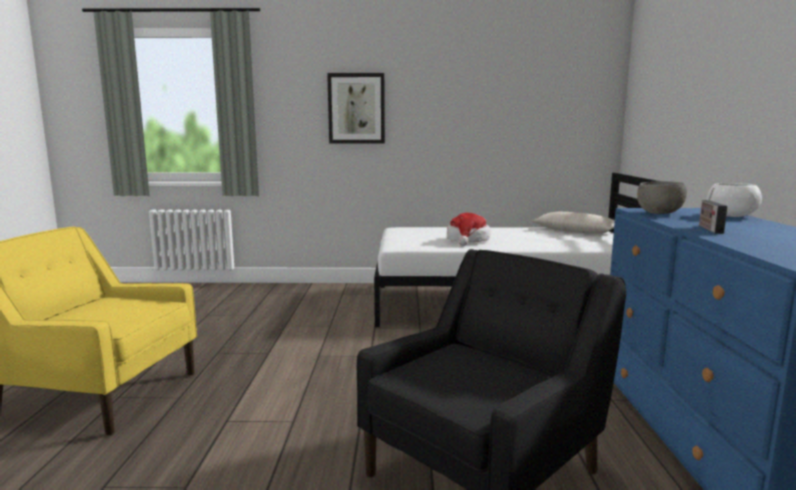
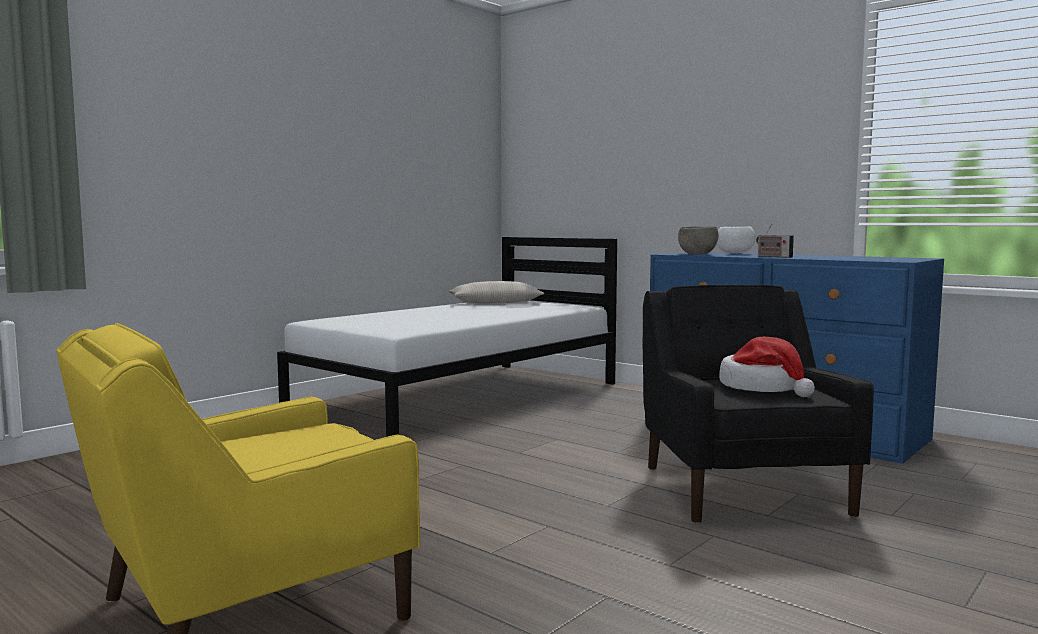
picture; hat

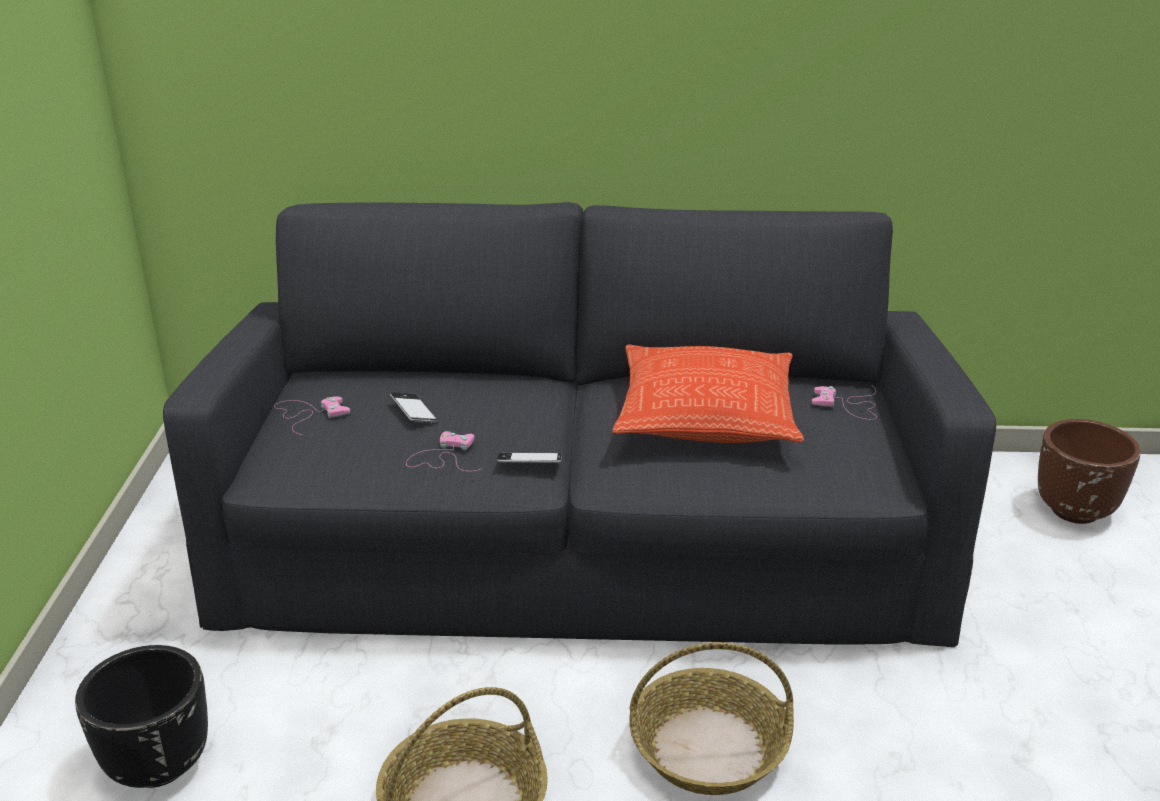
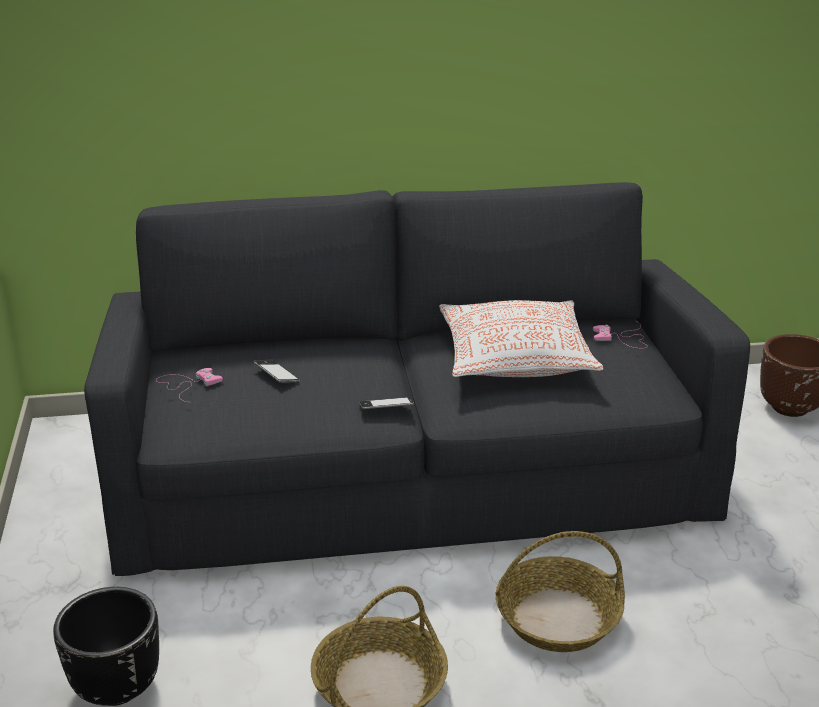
pink game controller (no. 2 from left in the first image); white pillow

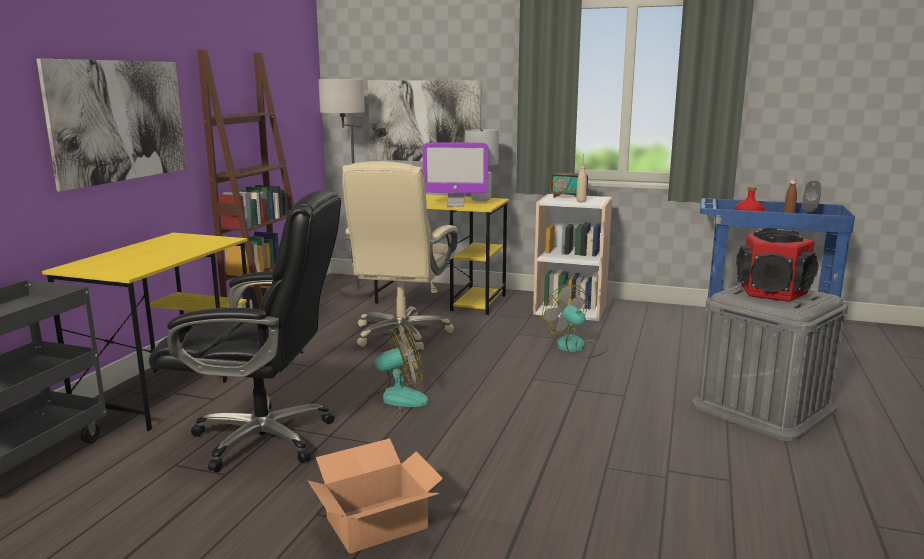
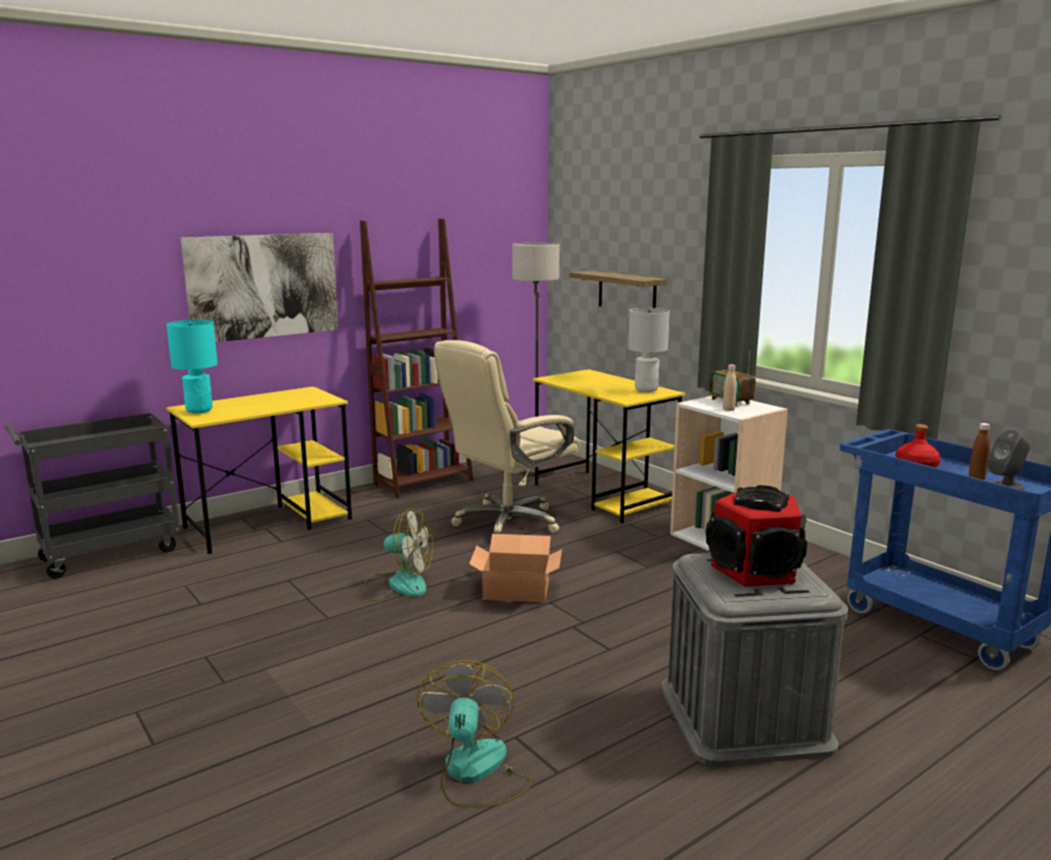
black office chair; cardboard box; shelf; monitor; fan (no. 2 from left); turquoise table lamp

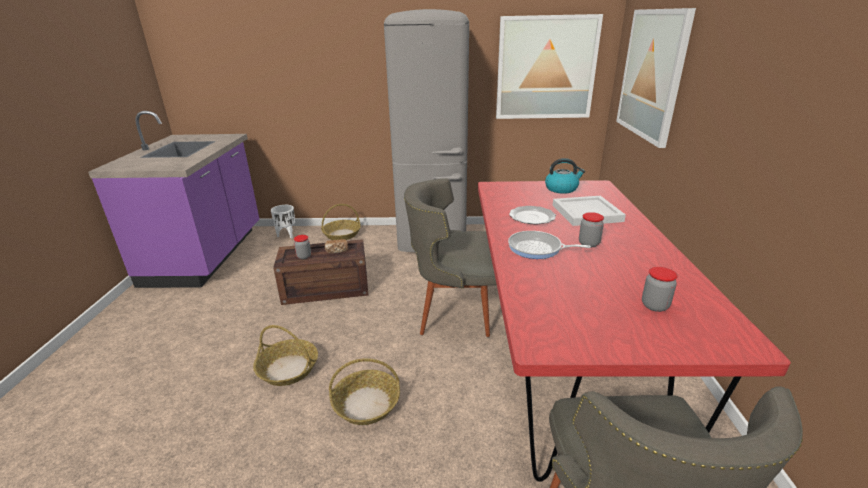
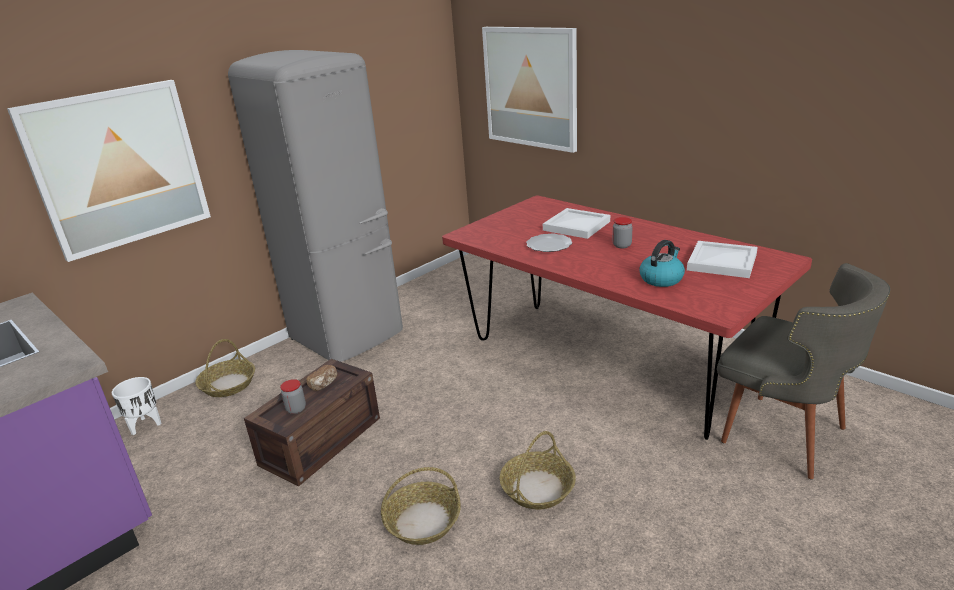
grey chair (no. 1 from left in the first image); picture (no. 1 from left); frying pan; kettle; white tray (no. 2 from left)

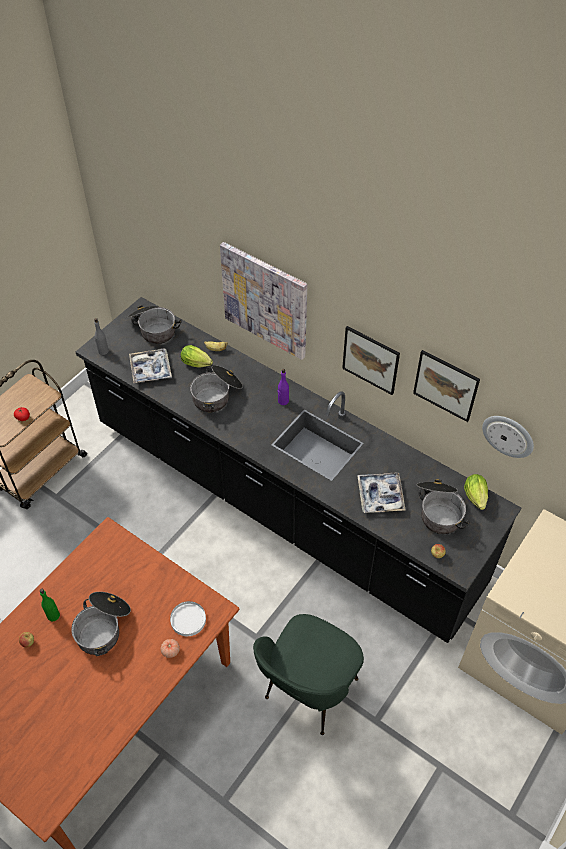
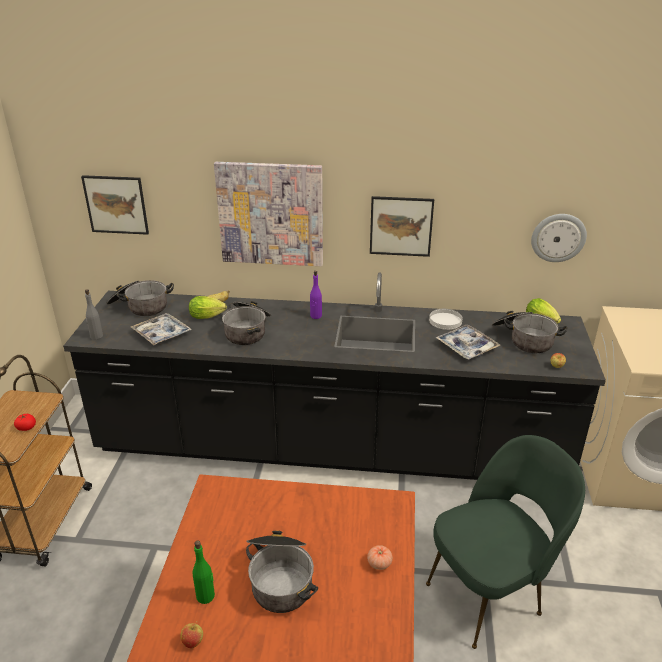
white plate; green chair; picture (no. 1 from left)

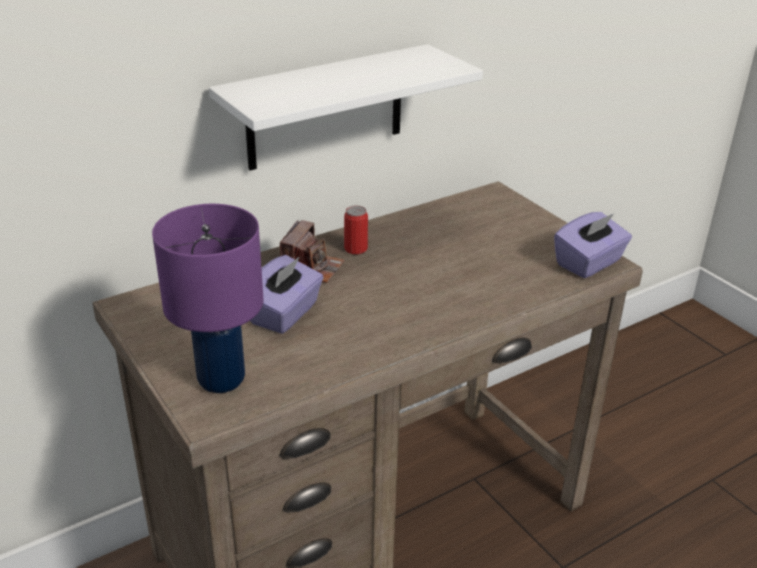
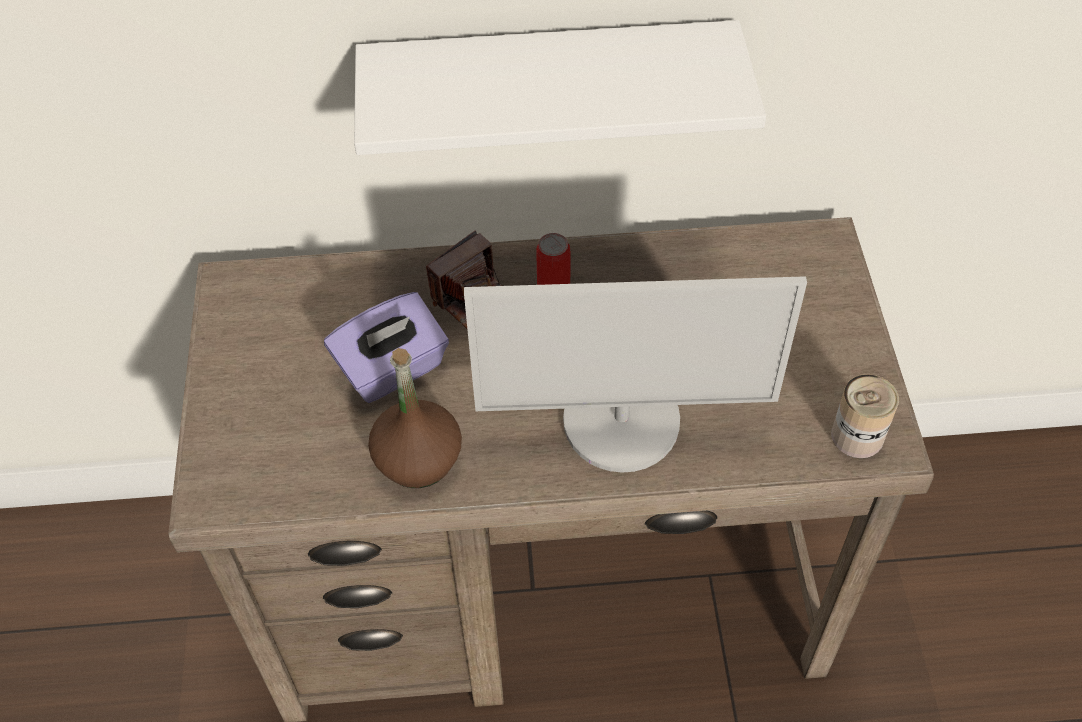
purple table lamp; can (no. 2 from left); brown bottle; monitor

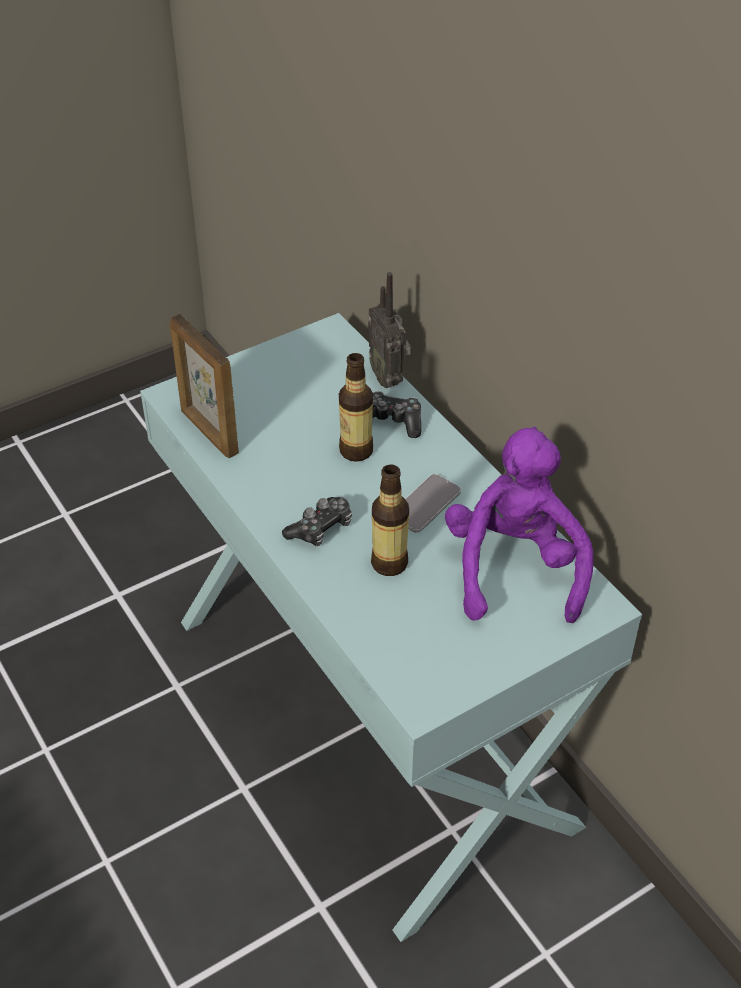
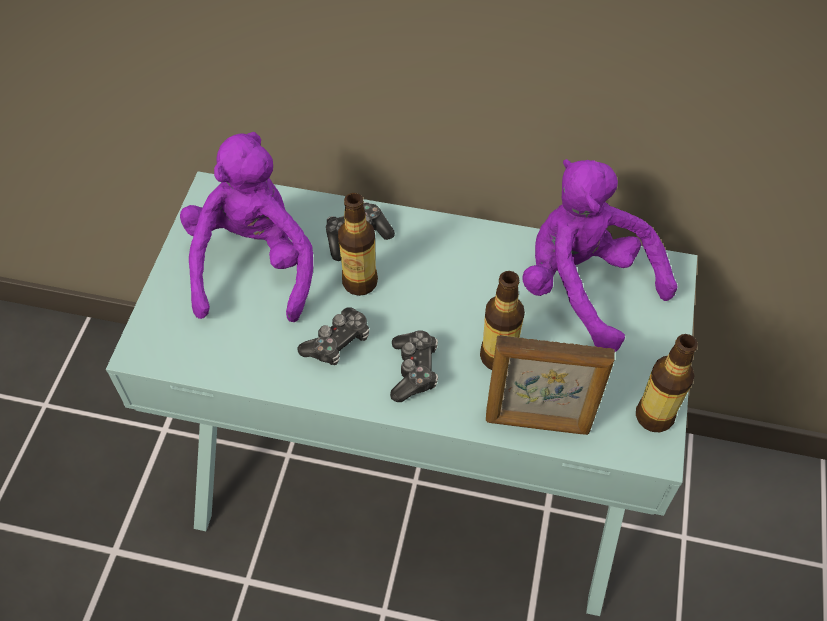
picture frame; radio; phone; purple plush toy (no. 1 from left); game controller (no. 1 from left); bottle (no. 3 from left)

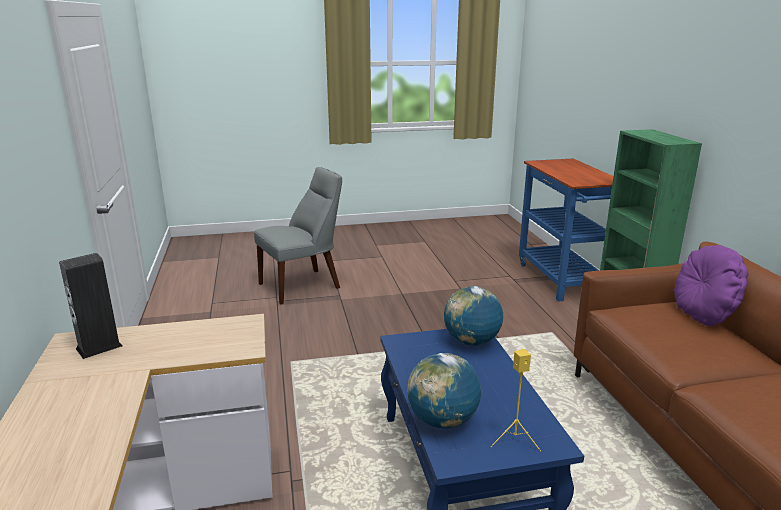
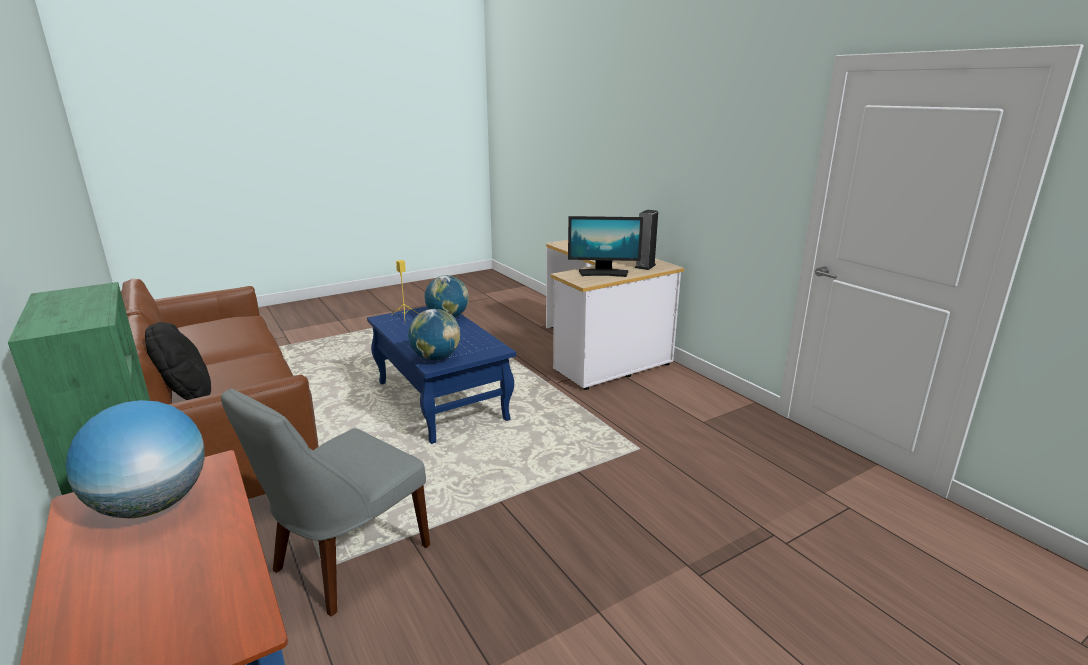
grey chair; black pillow; globe (no. 1 from left); monitor

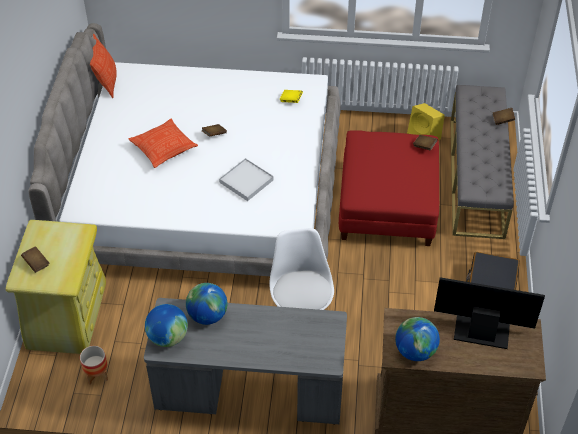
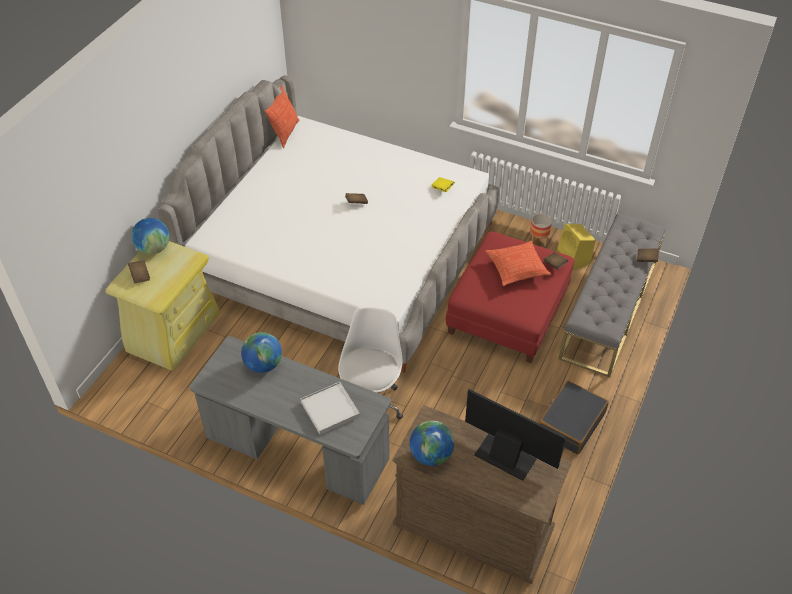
planter; orange pillow (no. 2 from left); globe (no. 1 from left); white tray

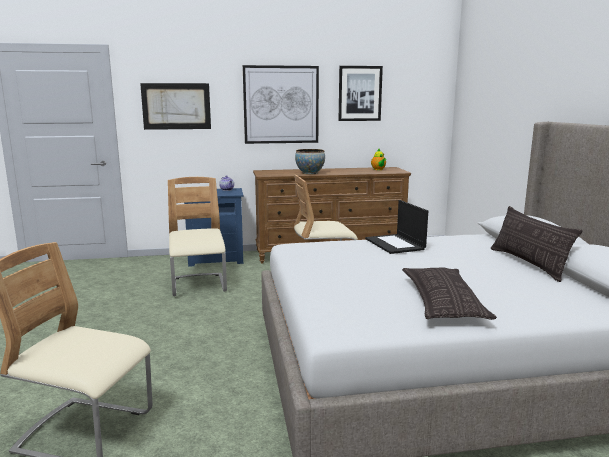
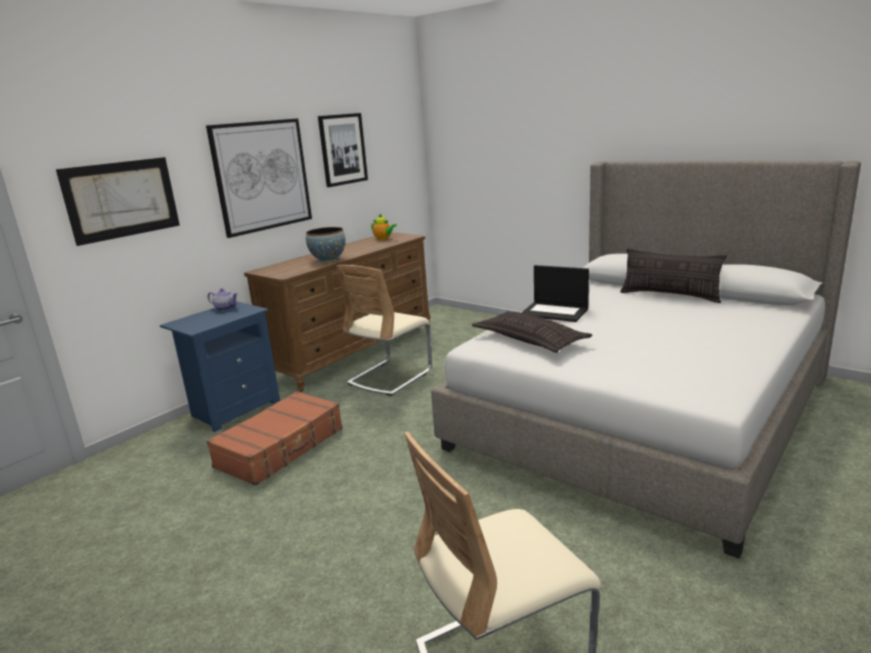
brown suitcase; pillow (no. 1 from left)

